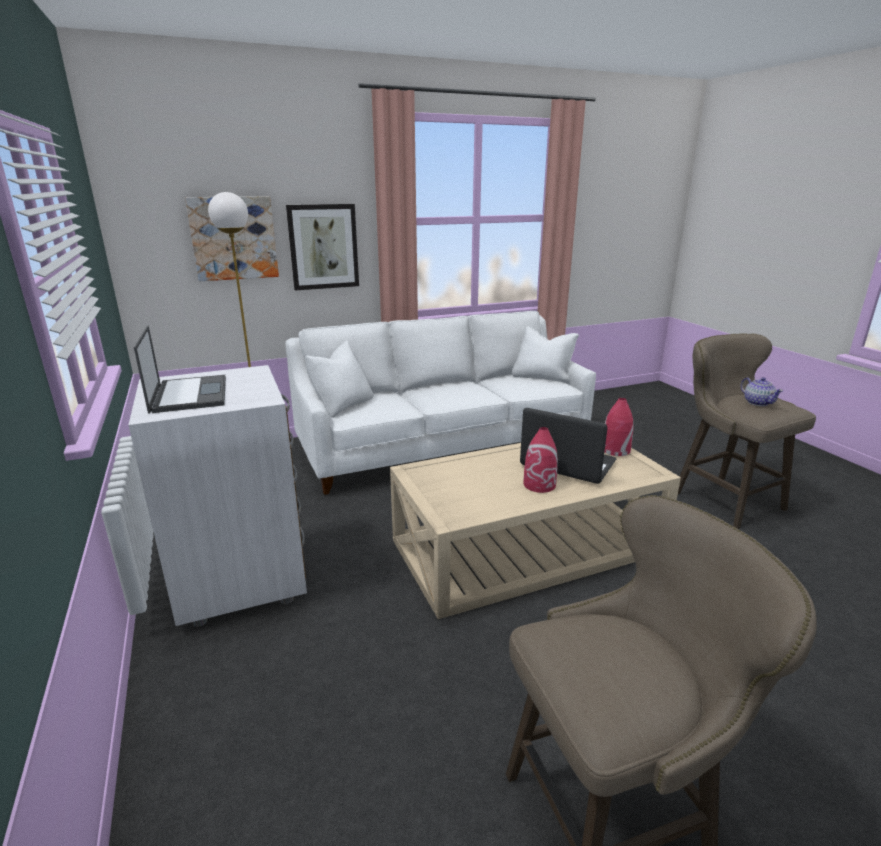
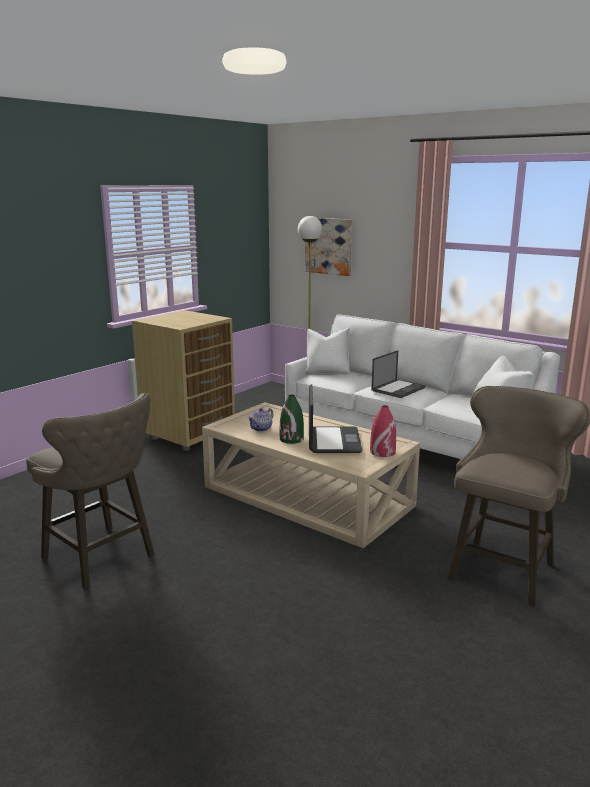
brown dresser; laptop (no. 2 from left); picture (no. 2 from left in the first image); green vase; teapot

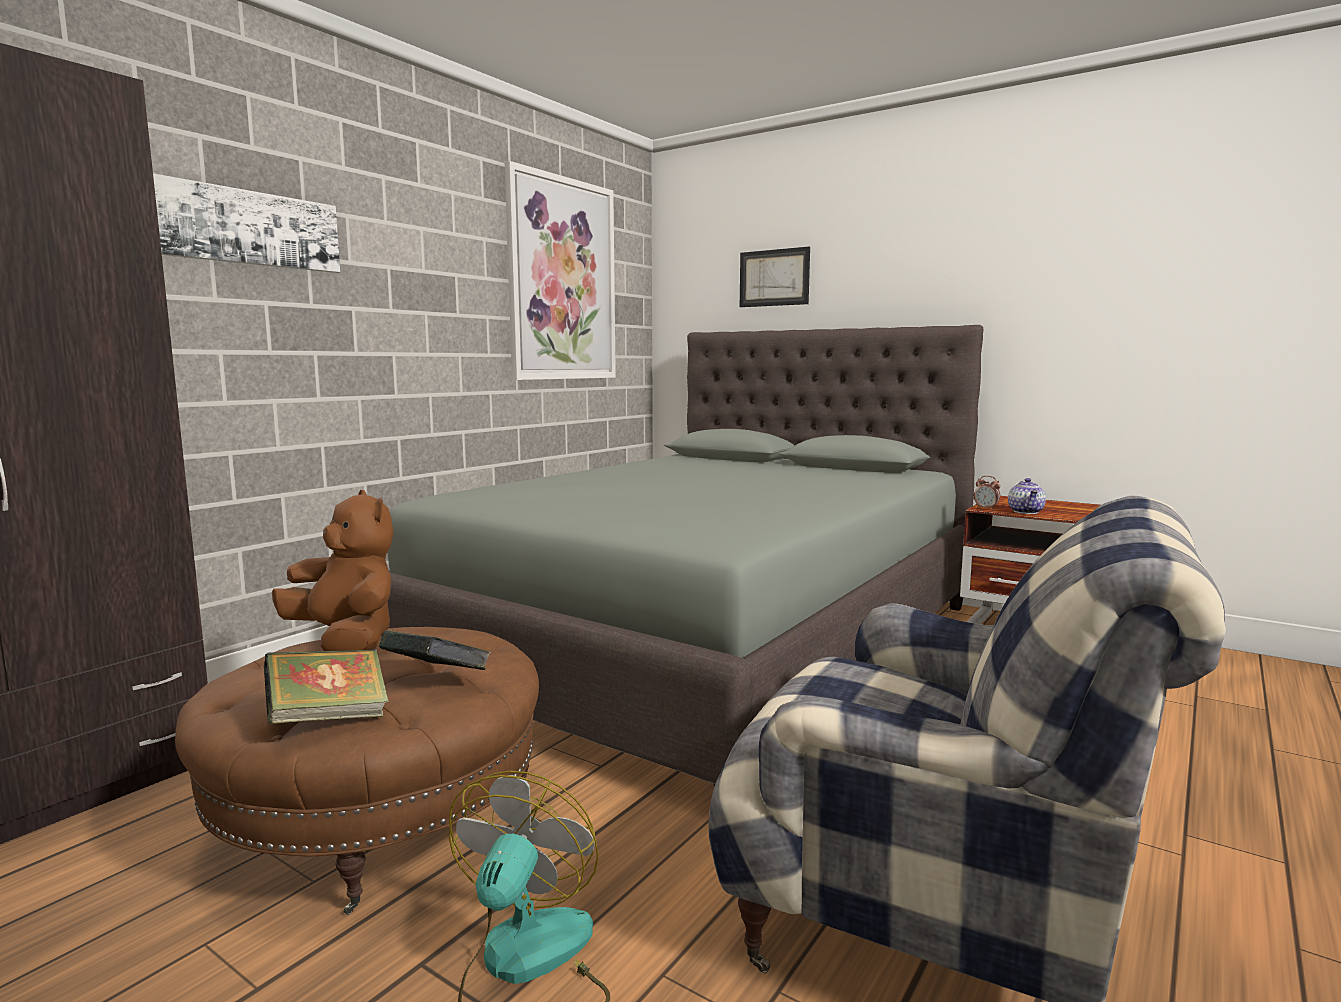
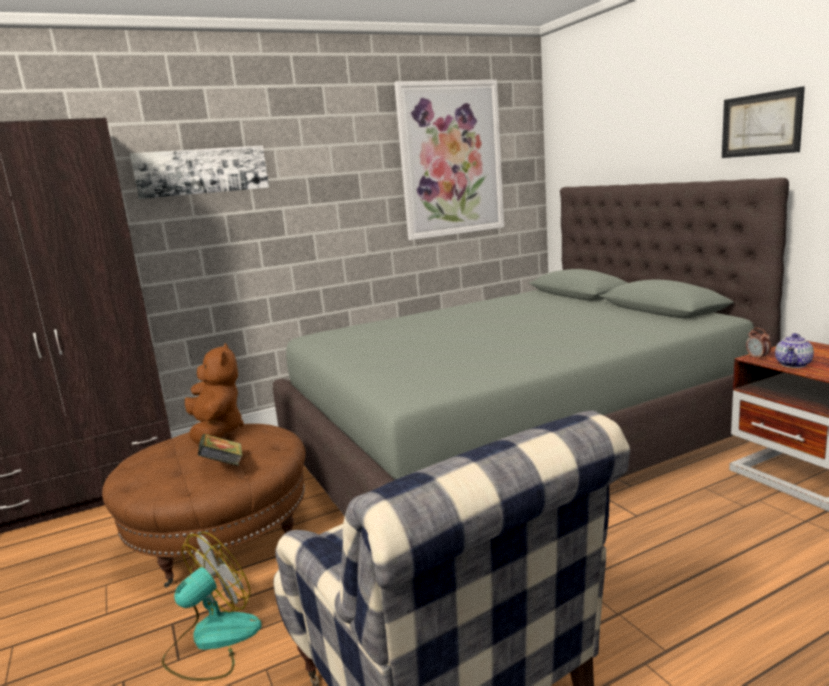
book (no. 1 from left in the first image); picture (no. 3 from left)

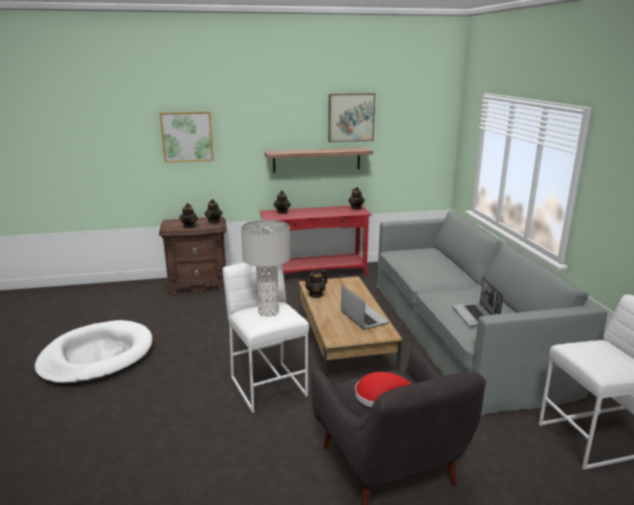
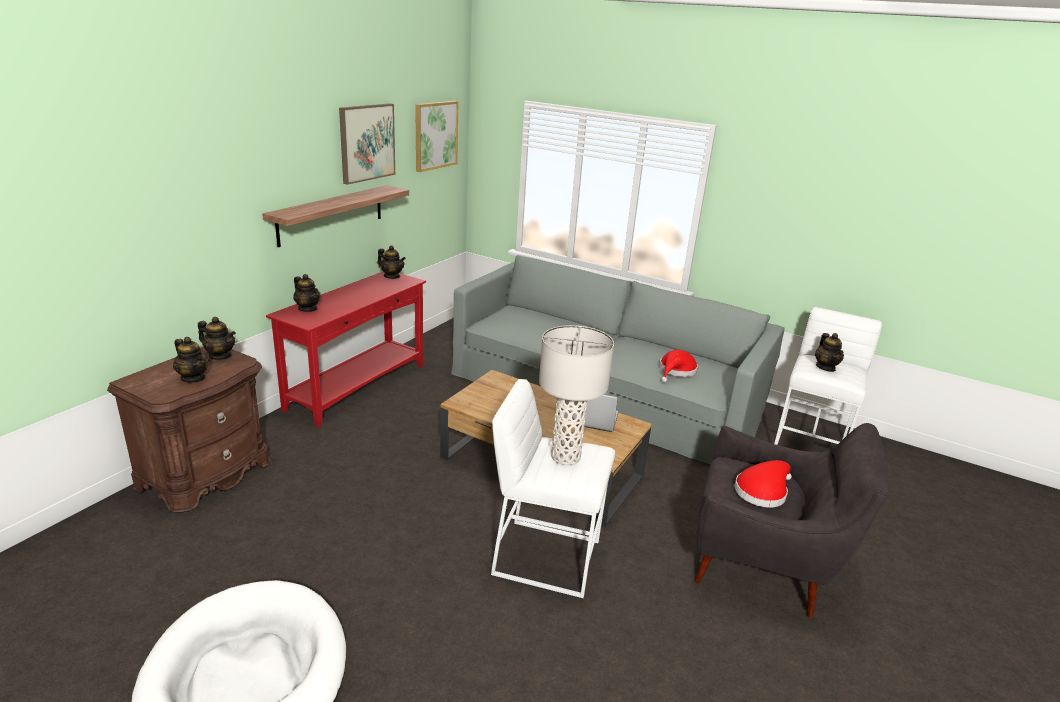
picture (no. 2 from left); teapot (no. 5 from left); red hat (no. 1 from left)

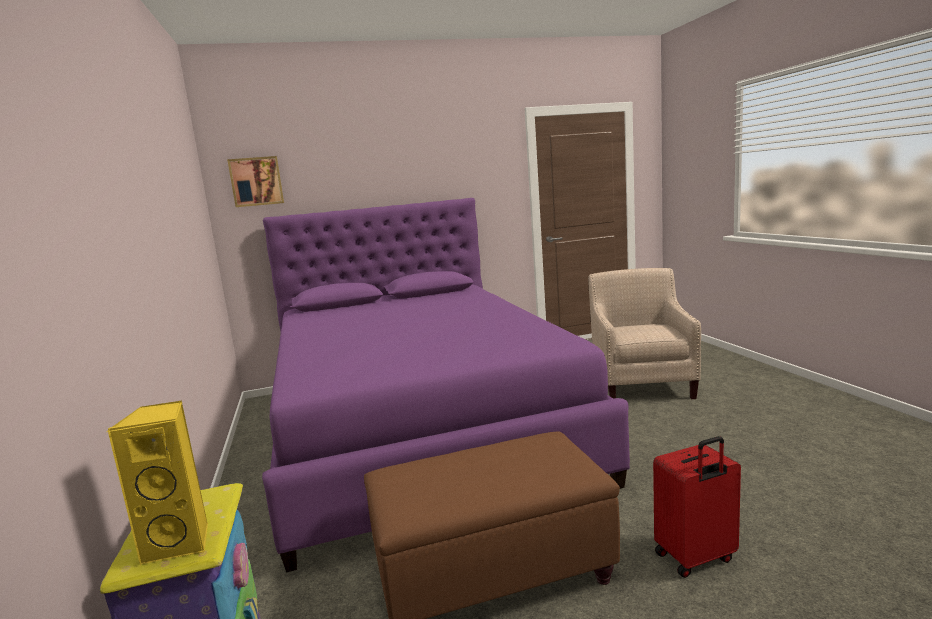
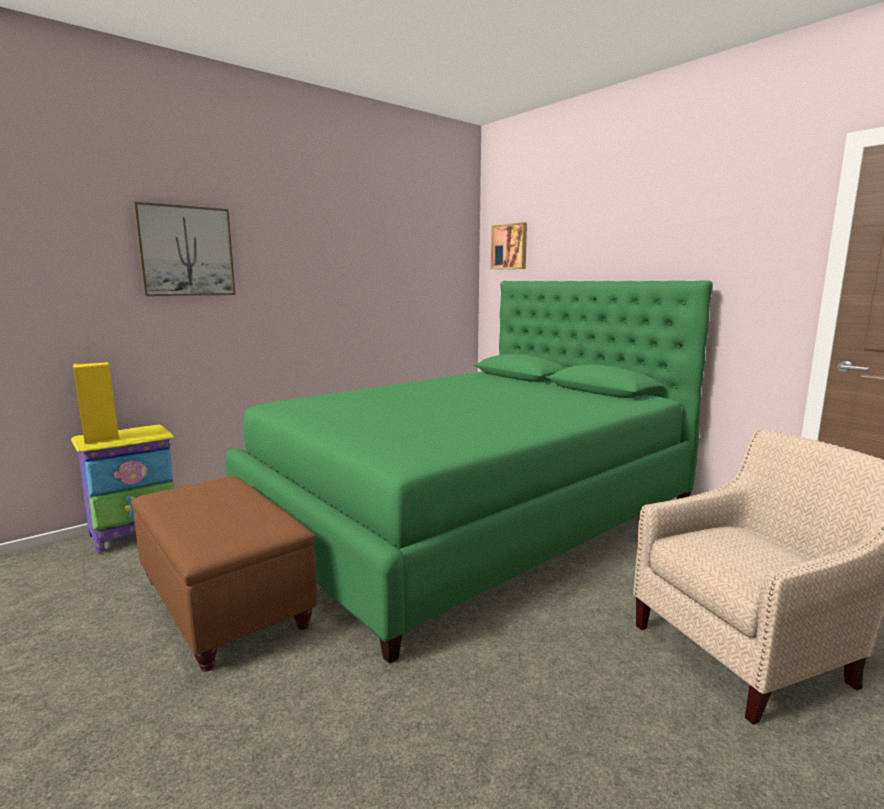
green bed; red suitcase; picture (no. 1 from left)

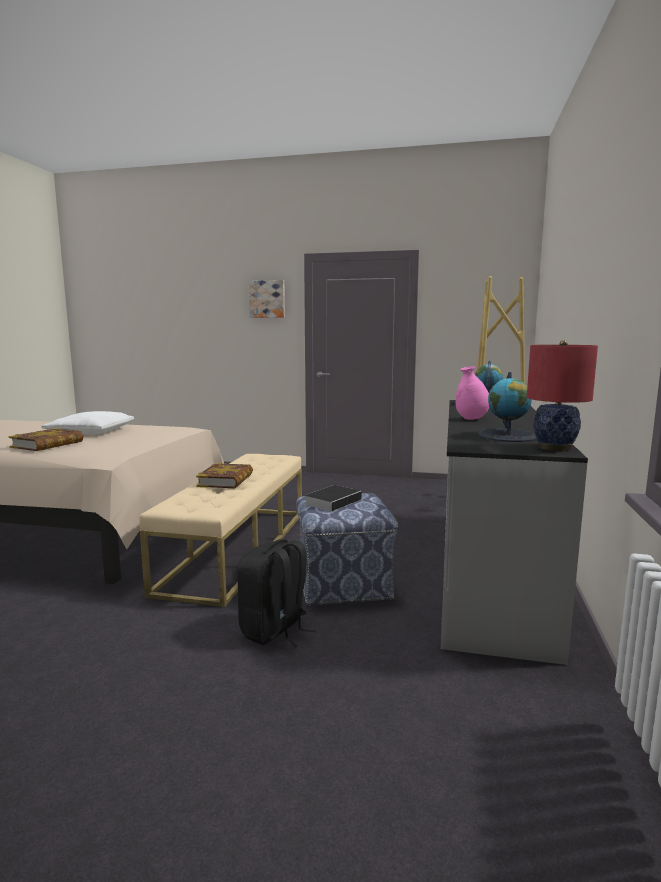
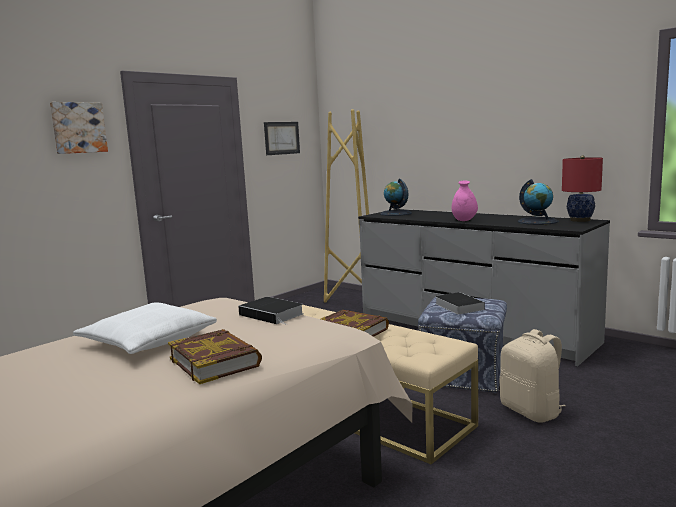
beige backpack; book (no. 2 from left); picture (no. 2 from left)

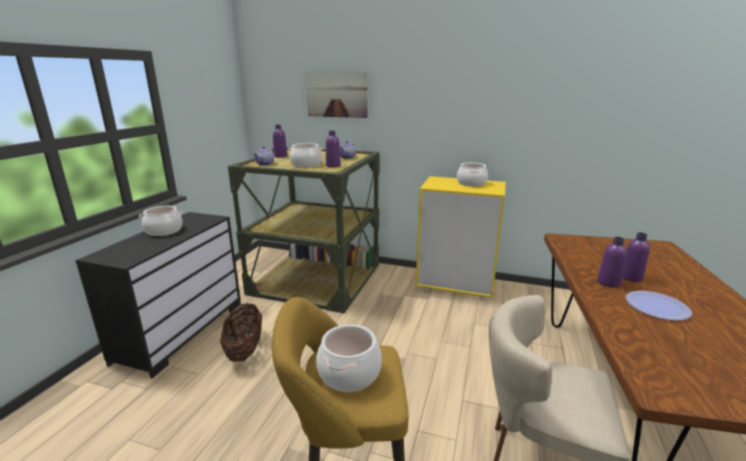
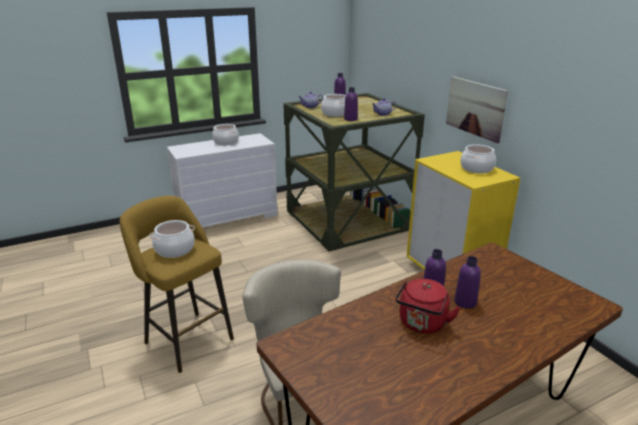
white dresser; basket; picture; red kettle

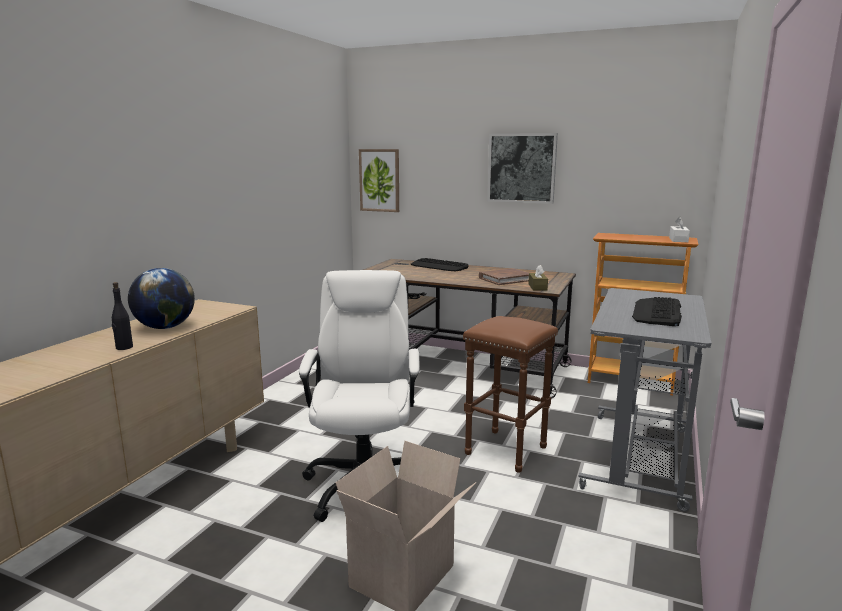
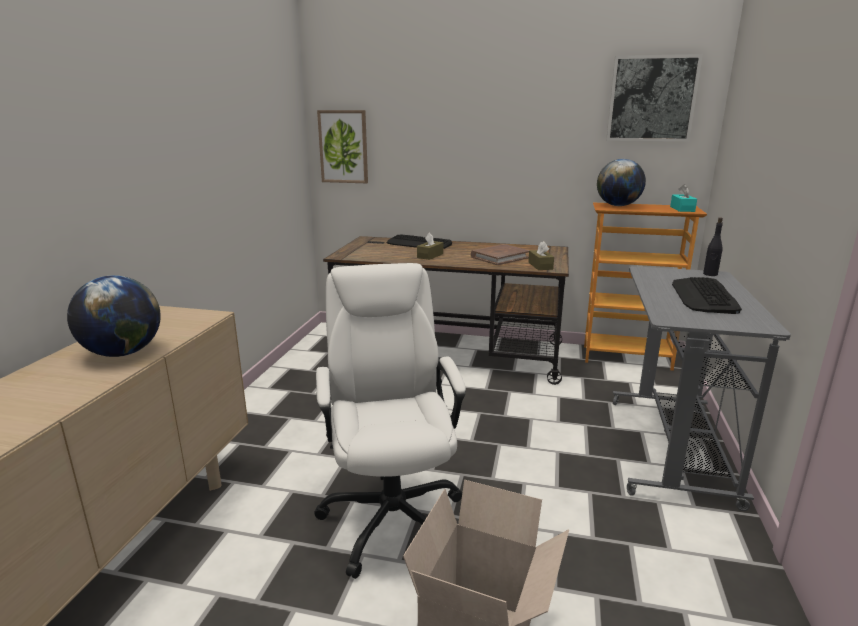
black bottle; brown stool; picture (no. 2 from left); turquoise tissue box; brown tissue box (no. 1 from left); globe (no. 2 from left)

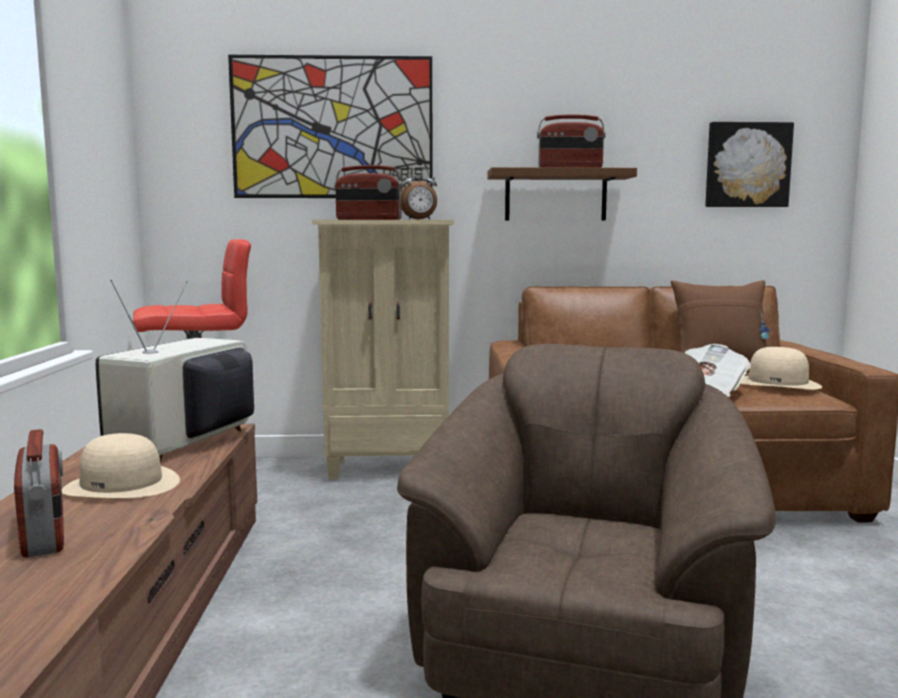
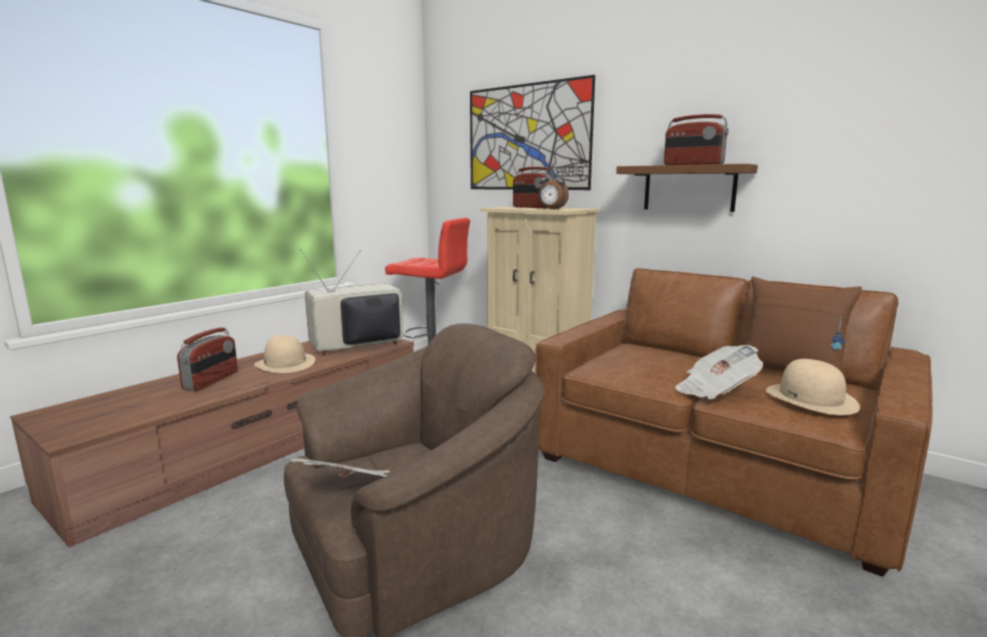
picture (no. 2 from left in the first image); newspaper (no. 1 from left)

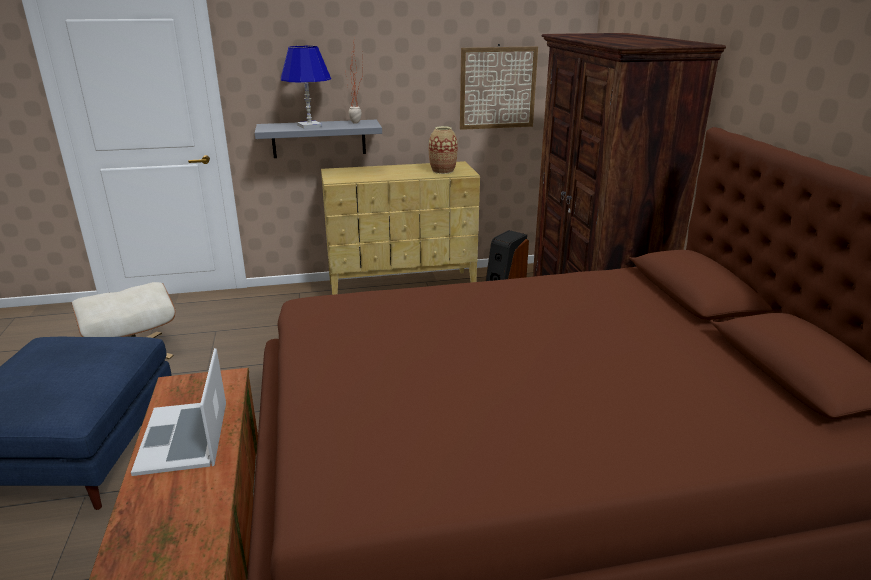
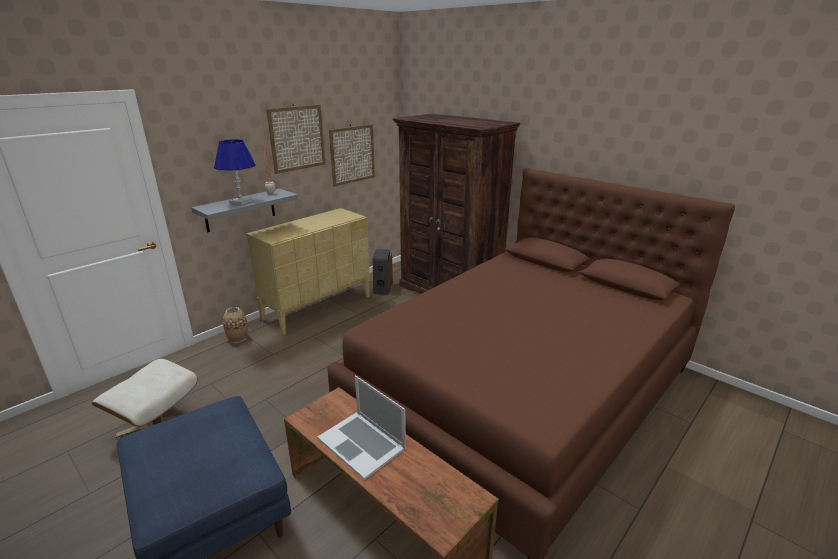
vase; picture (no. 1 from left)

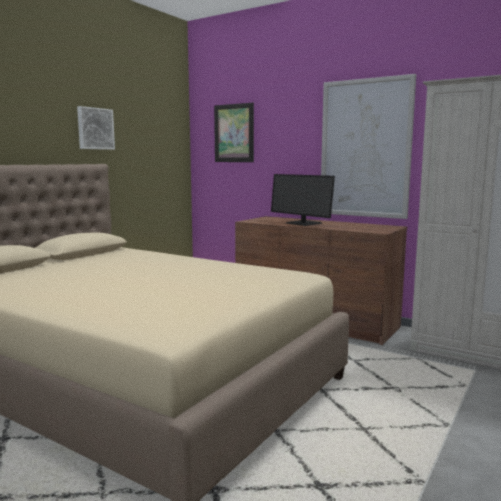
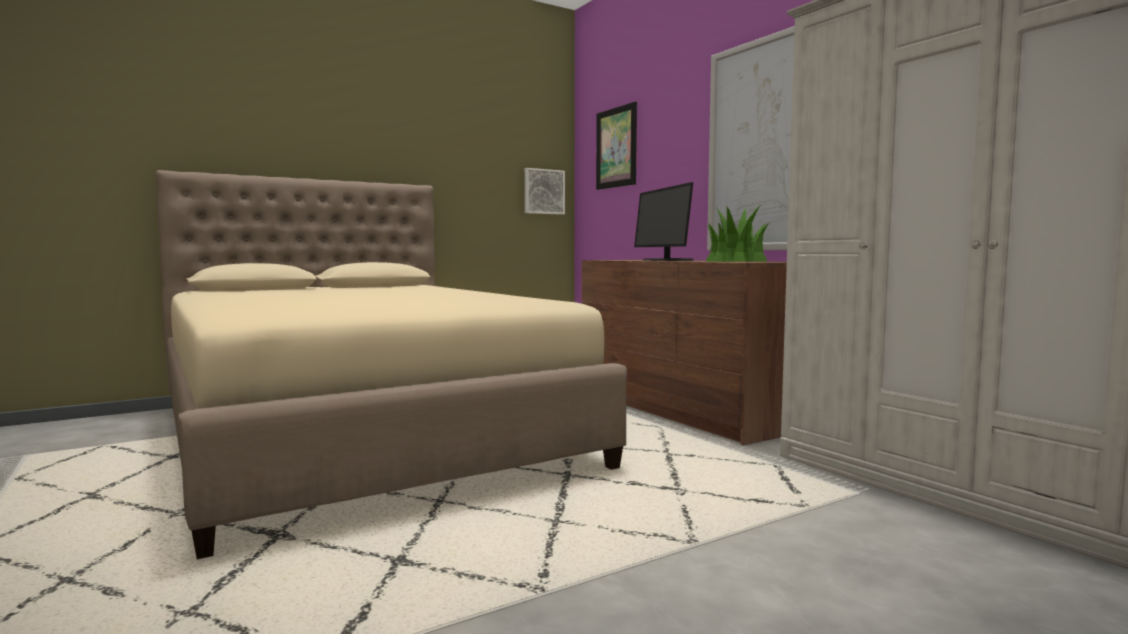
picture (no. 1 from left); potted plant

